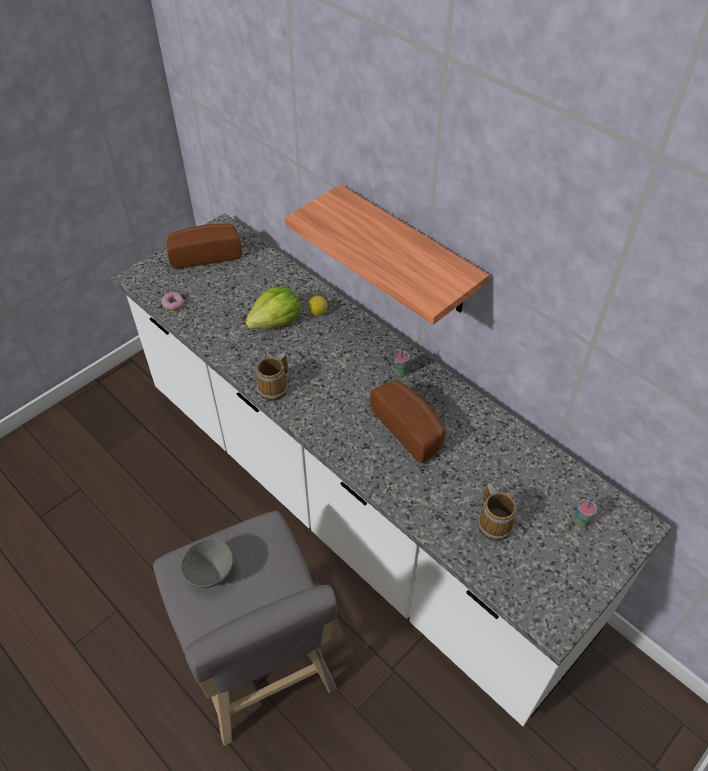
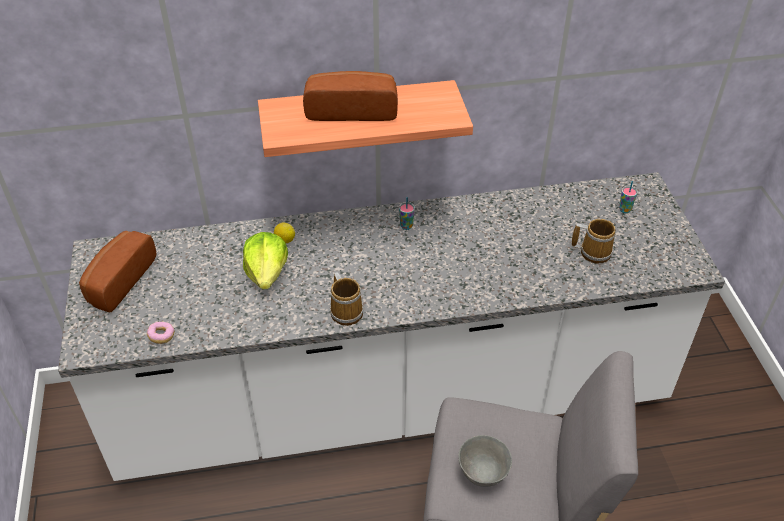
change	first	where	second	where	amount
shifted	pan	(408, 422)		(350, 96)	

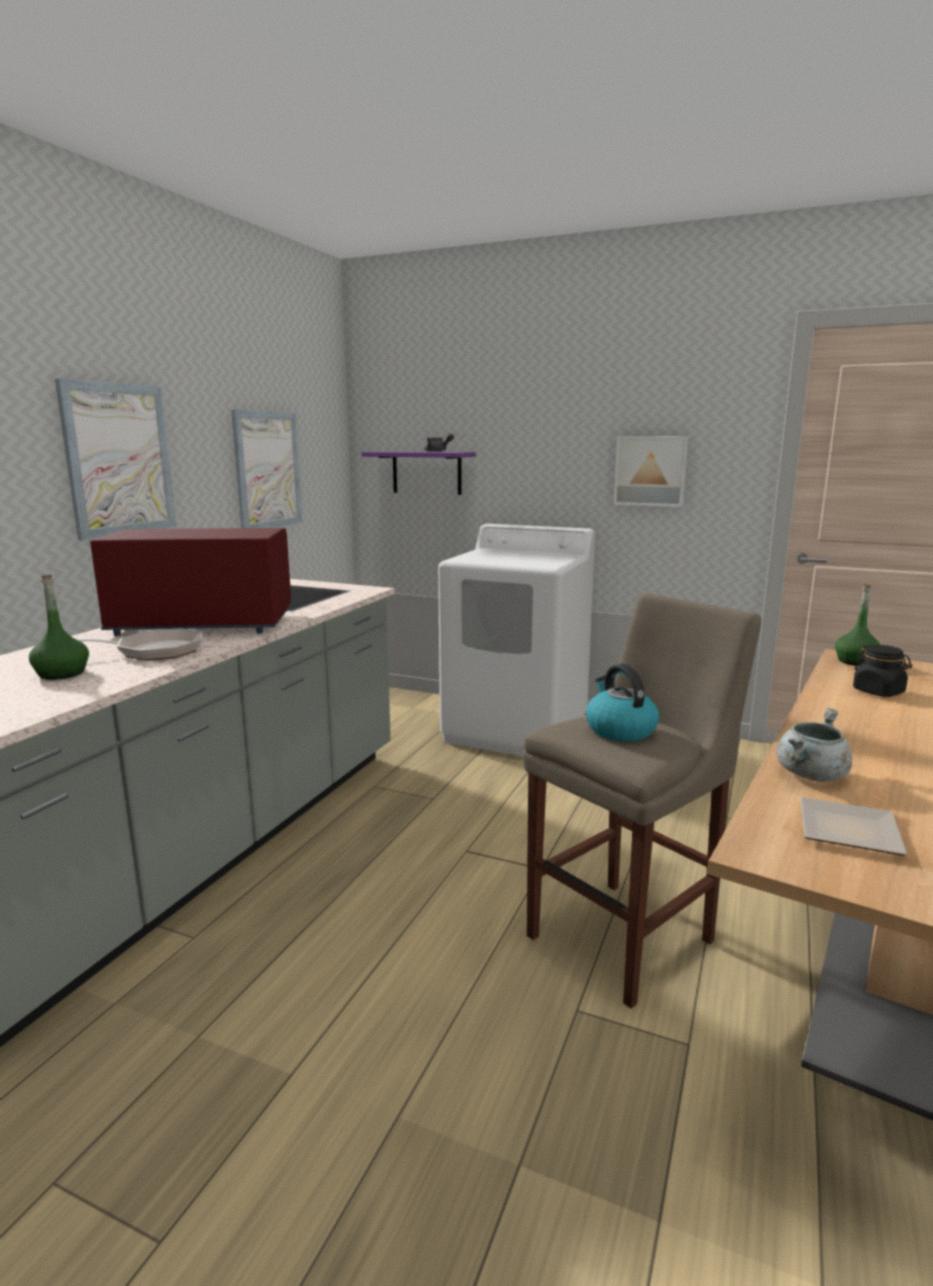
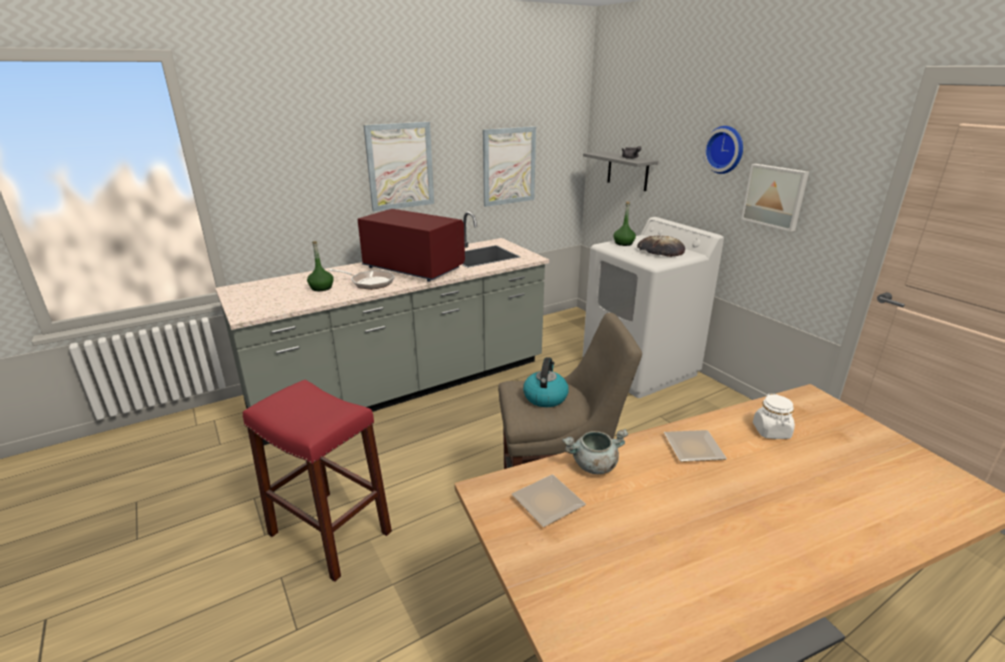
change	first	where	second	where	amount
new			taburete (rojo)	(317, 481)	
new			pan	(661, 246)	
new			plato	(695, 446)	
new			reloj de pared	(723, 150)	
shifted	botella (verde)	(858, 624)		(625, 224)	
repainted	estante (morado)	(418, 473)	estante (gris)	(620, 171)	
repainted	tarro (negro)	(882, 671)	tarro (blanco)	(774, 416)	

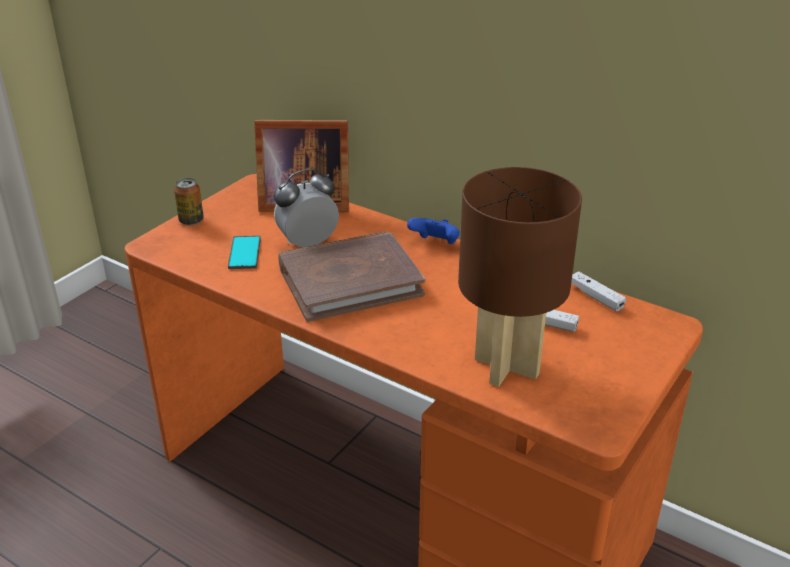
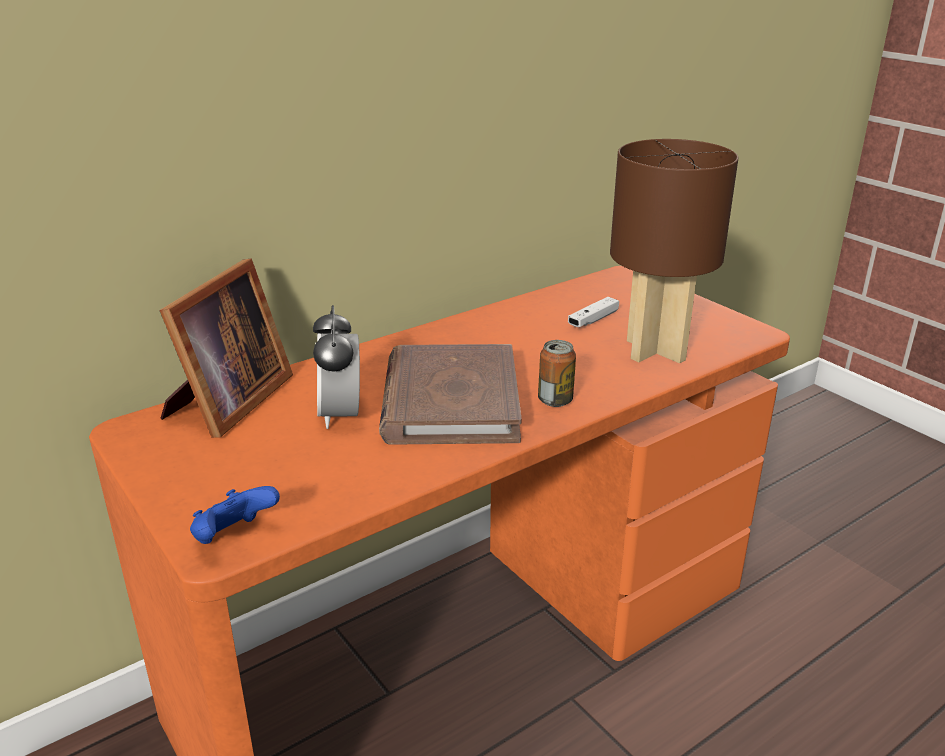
change	first	where	second	where	amount
gone	móvil	(244, 252)			
gone	mando de consola (blanco)	(598, 291)			
shifted	lata	(189, 201)		(557, 373)	
shifted	mando de consola (azul)	(433, 231)		(235, 515)	

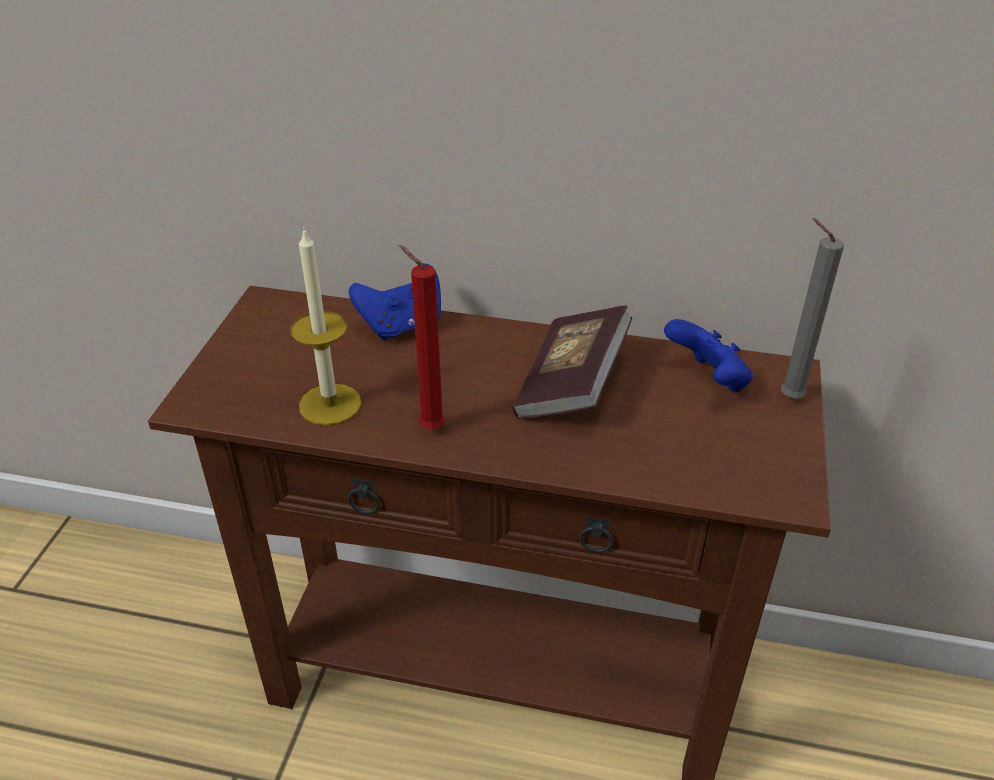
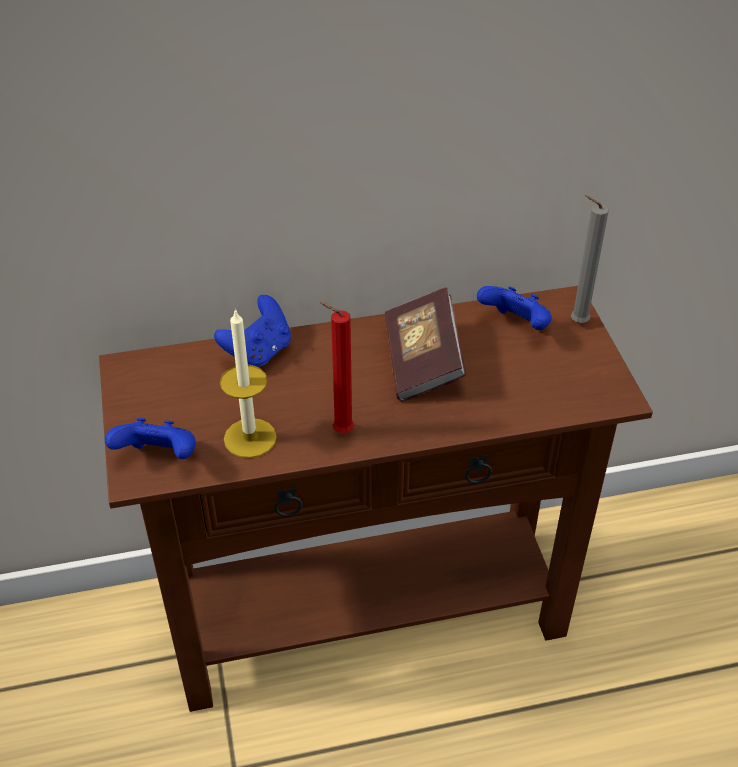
change	first	where	second	where	amount
new			mando de consola (azul)	(150, 438)	

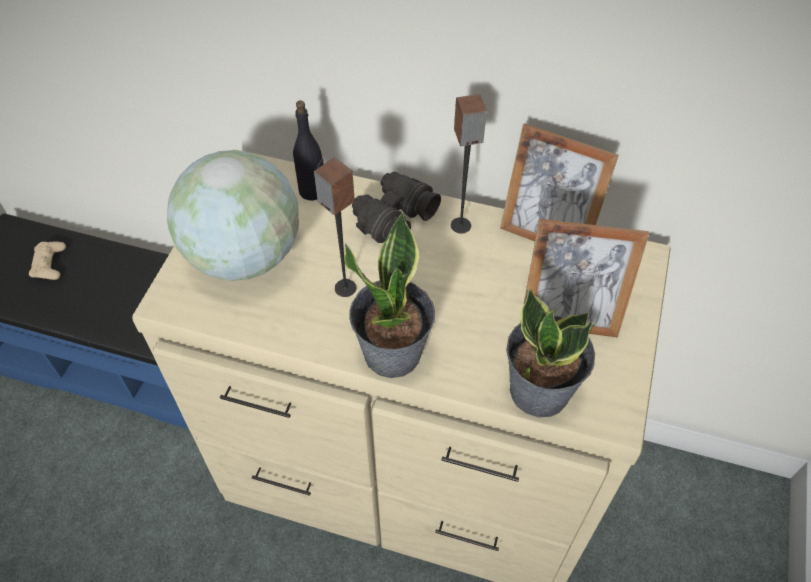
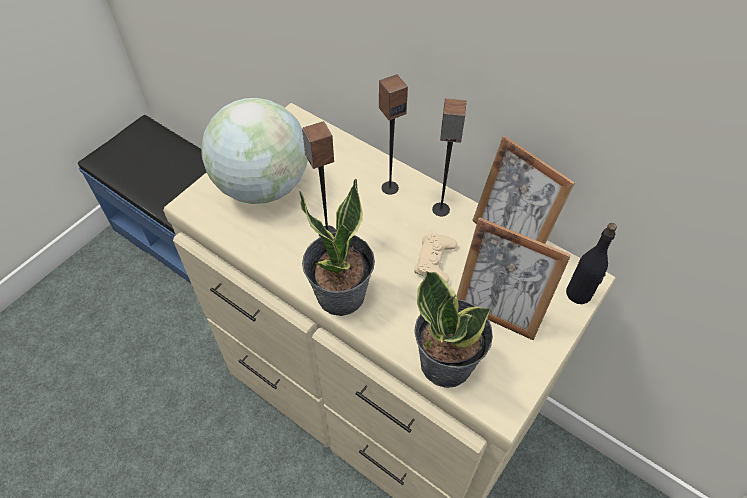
change	first	where	second	where	amount
shifted	mando de consola (beis)	(47, 260)		(435, 258)	
shifted	botella (negro)	(308, 150)		(591, 263)	
swapped	prismáticos (negro)	(396, 207)	altavoz	(393, 134)	

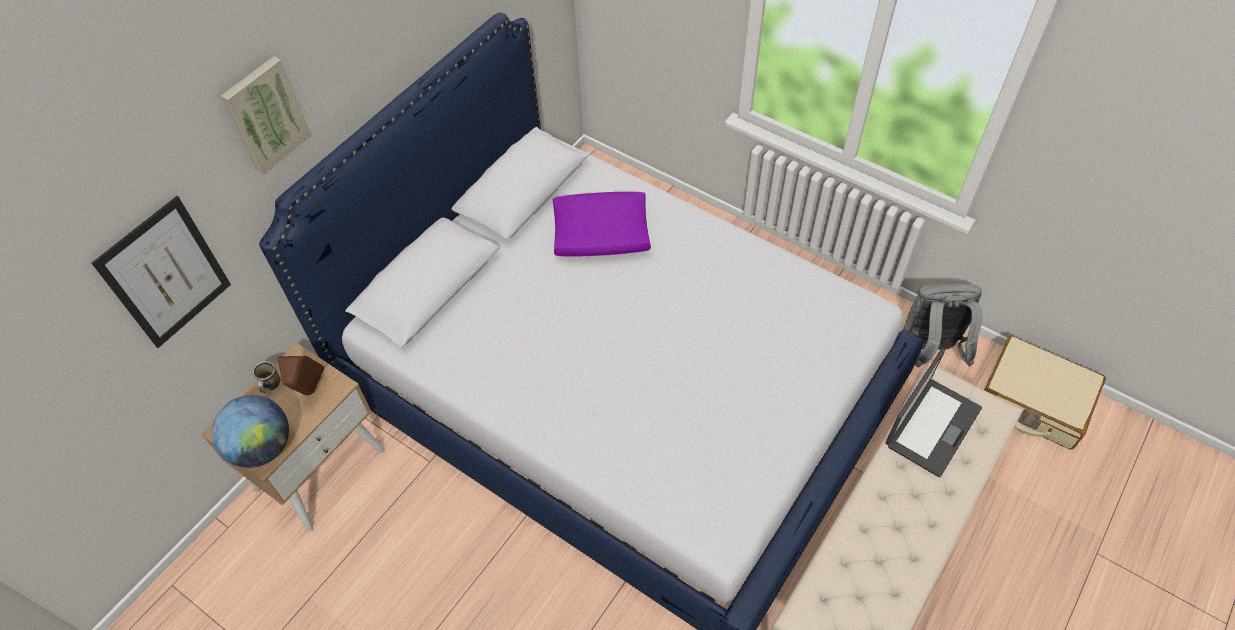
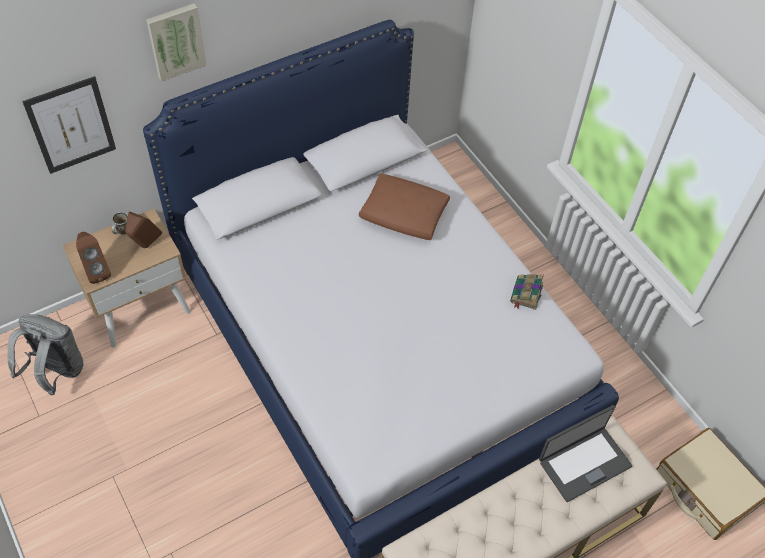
change	first	where	second	where	amount
new			libro	(527, 292)	
shifted	mochila (gris)	(942, 325)		(45, 354)	
swapped	globo terráqueo	(250, 431)	altavoz (marrón)	(93, 258)	
repainted	cojín (morado)	(602, 224)	cojín (marrón)	(404, 207)	

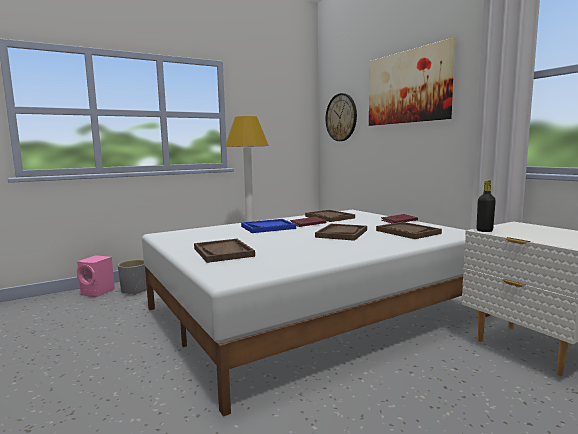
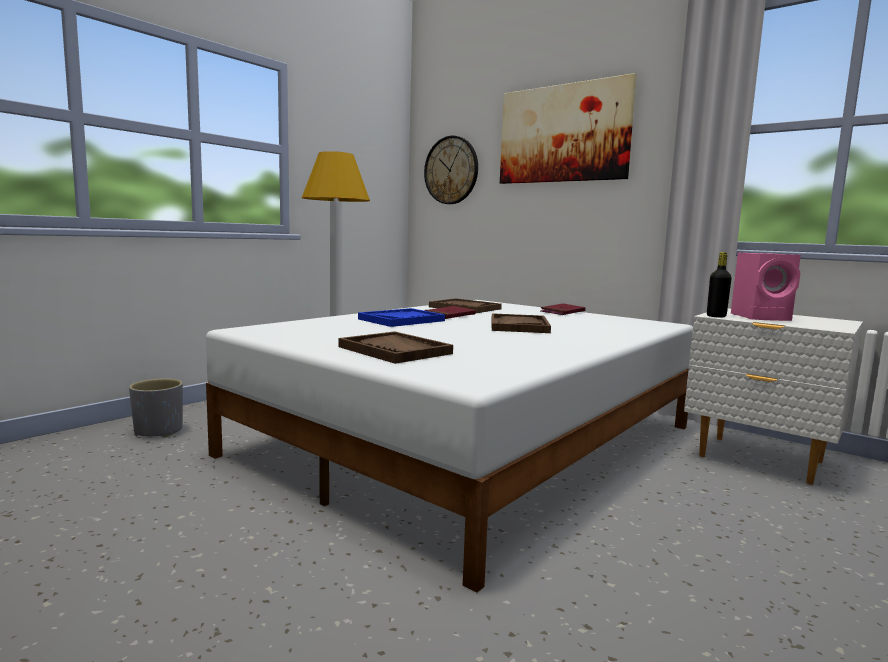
change	first	where	second	where	amount
gone	bandeja (marrón)	(409, 230)			
shifted	altavoz (rosa)	(96, 276)		(766, 287)	

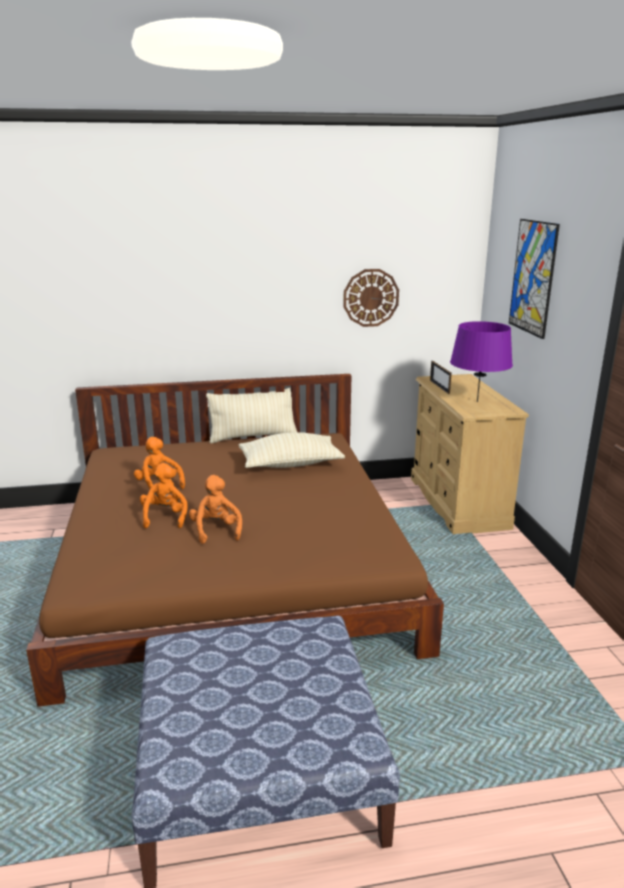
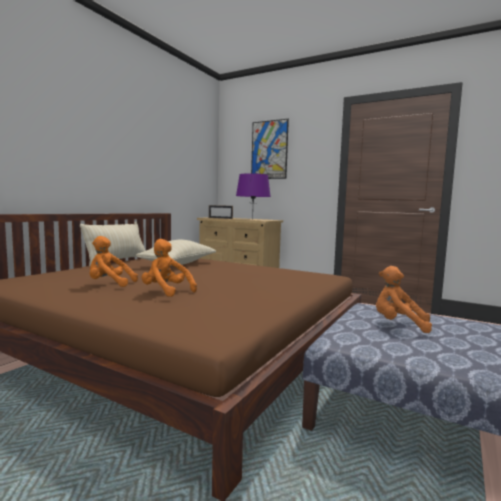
change	first	where	second	where	amount
gone	reloj de pared	(371, 298)			
shifted	peluche (naranja)	(215, 509)		(404, 299)	

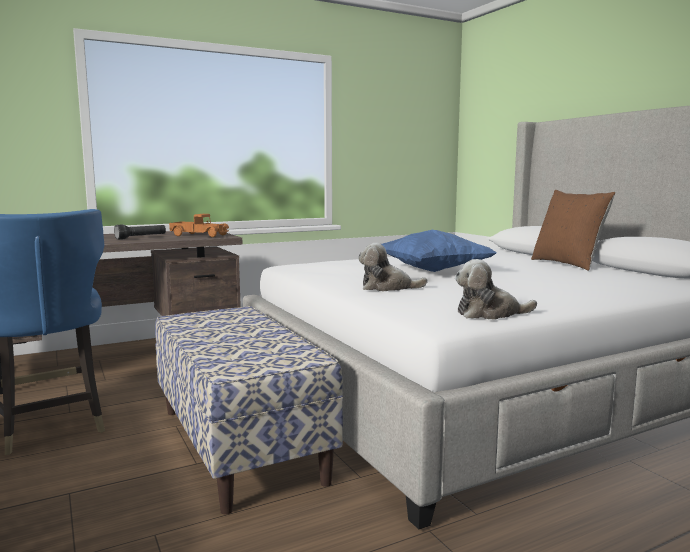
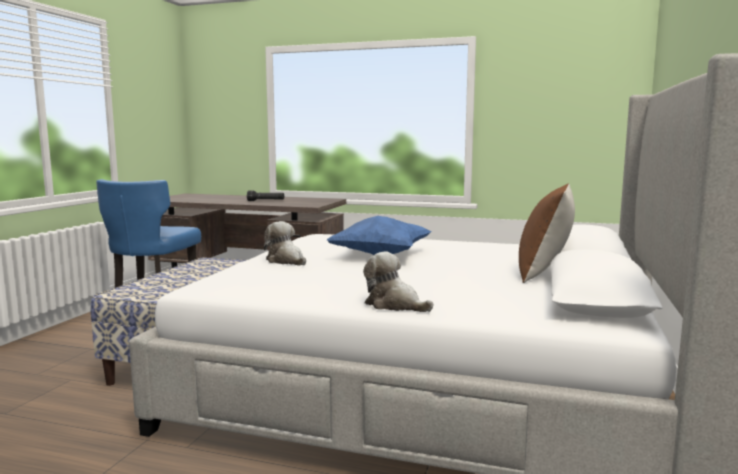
change	first	where	second	where	amount
gone	camión de juguete	(199, 225)			
shifted	peluche	(496, 289)		(398, 281)	

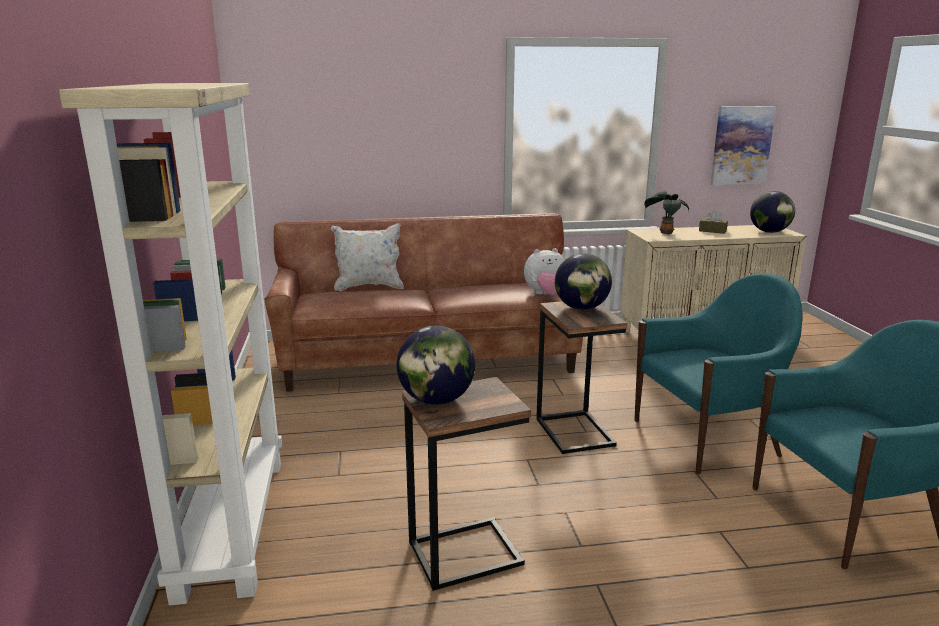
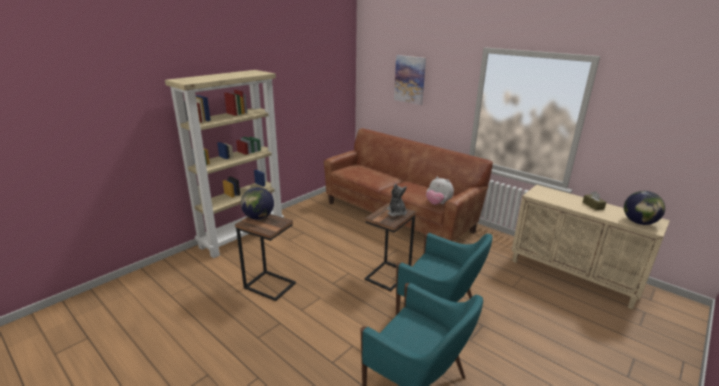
change	first	where	second	where	amount
gone	cojín (blanco)	(367, 257)			
gone	planta en maceta	(666, 213)			
shifted	cuadro	(743, 145)		(410, 80)	
swapped	globo terráqueo	(583, 281)	peluche	(397, 200)	

